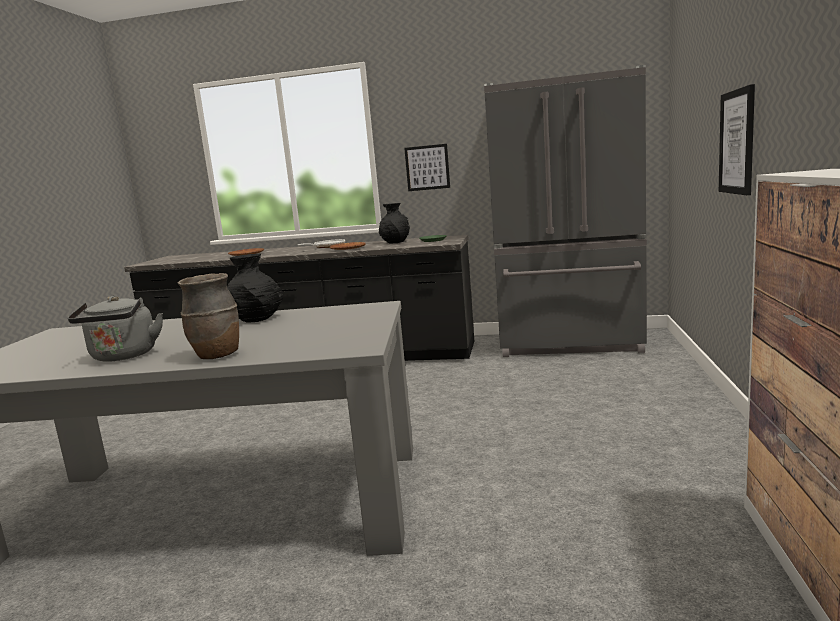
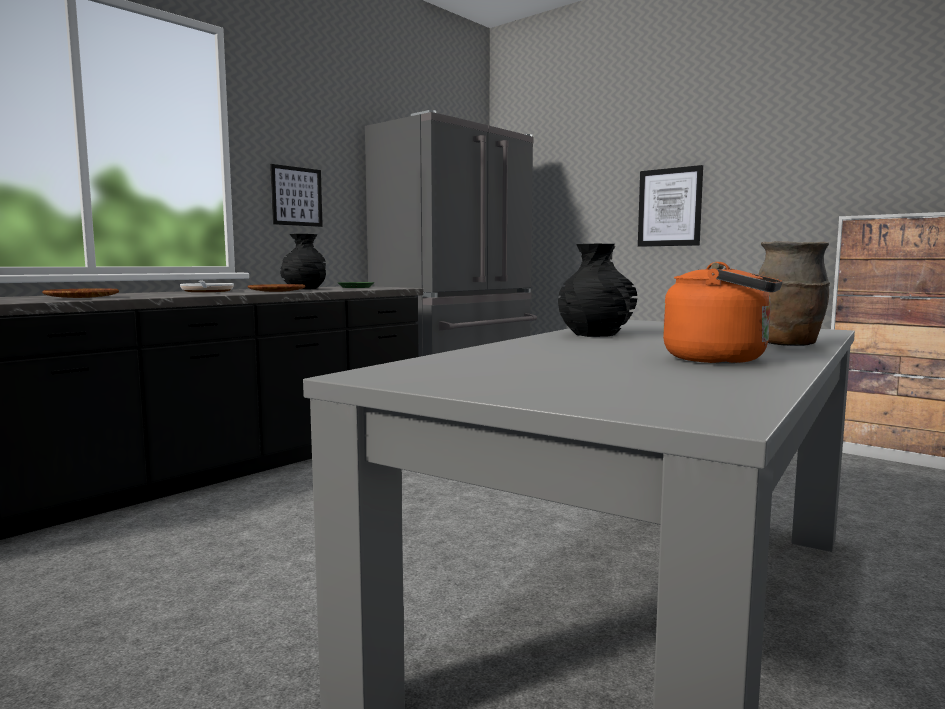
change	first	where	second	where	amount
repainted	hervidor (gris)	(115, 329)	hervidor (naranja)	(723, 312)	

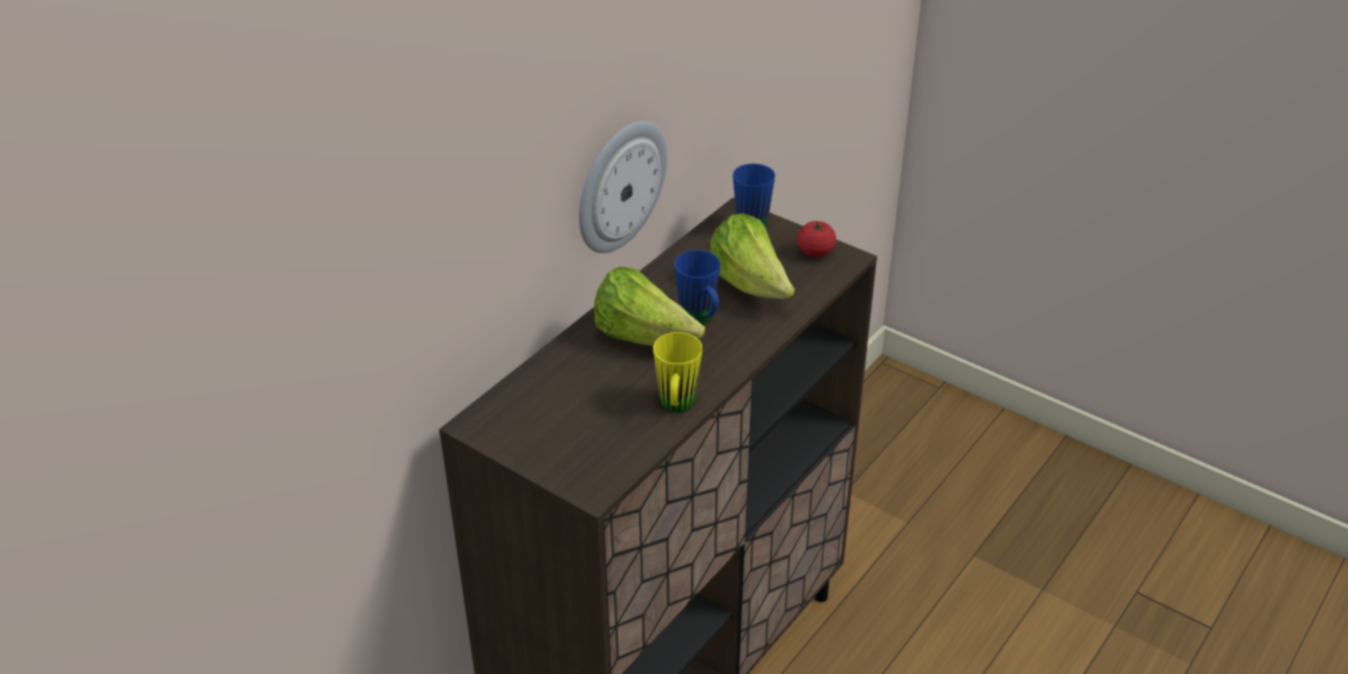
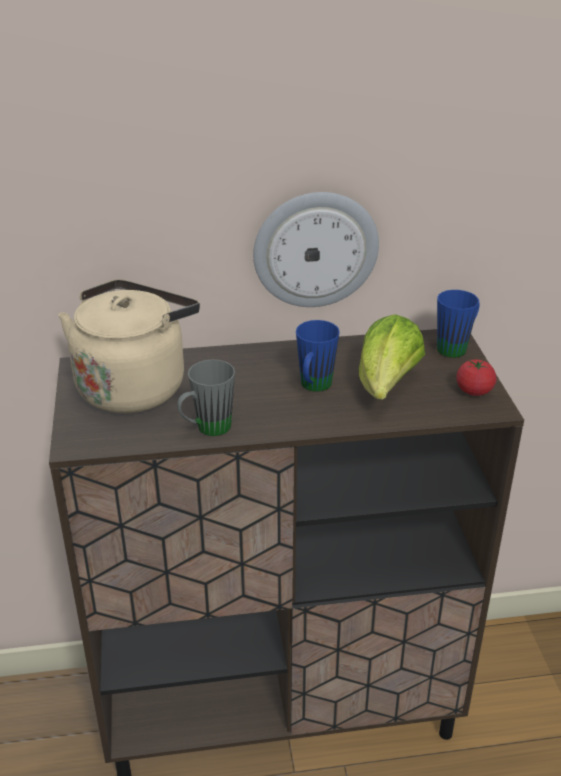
change	first	where	second	where	amount
gone	lechuga	(649, 306)			
new			hervidor (beis)	(129, 346)	
repainted	taza grande (amarillo)	(678, 372)	taza grande (gris)	(206, 397)	

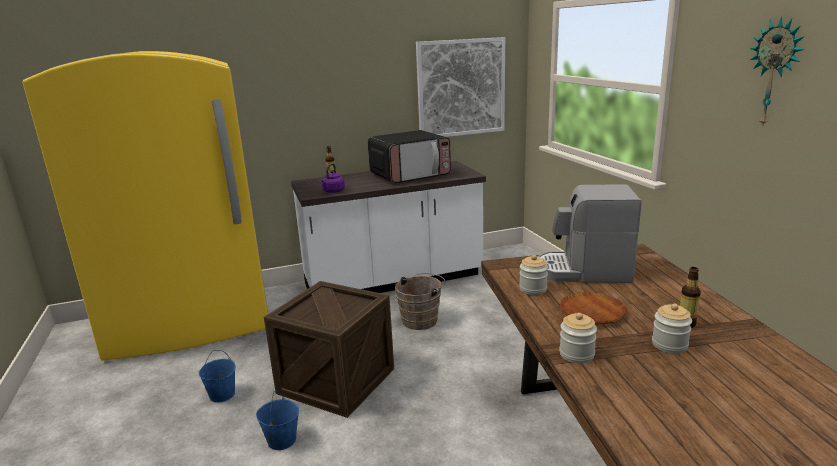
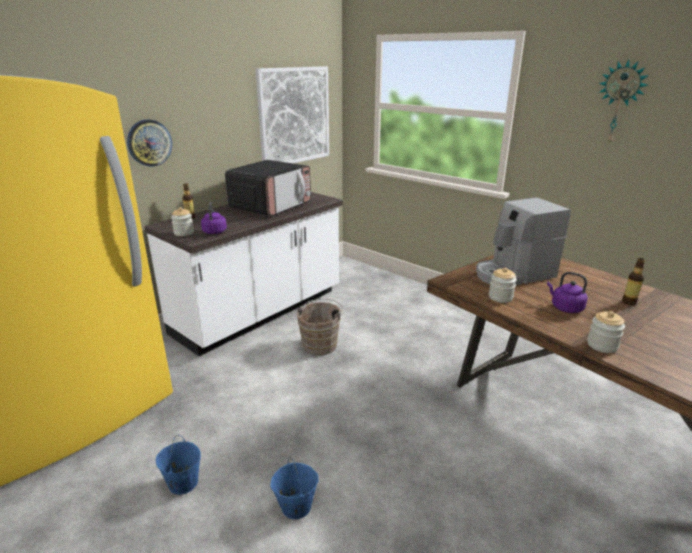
change	first	where	second	where	amount
gone	caja de embalaje	(329, 349)			
new			reloj de pared	(149, 143)	
shifted	tarro	(672, 329)		(182, 221)	
swapped	plato (marrón)	(593, 308)	hervidor (morado)	(567, 292)	

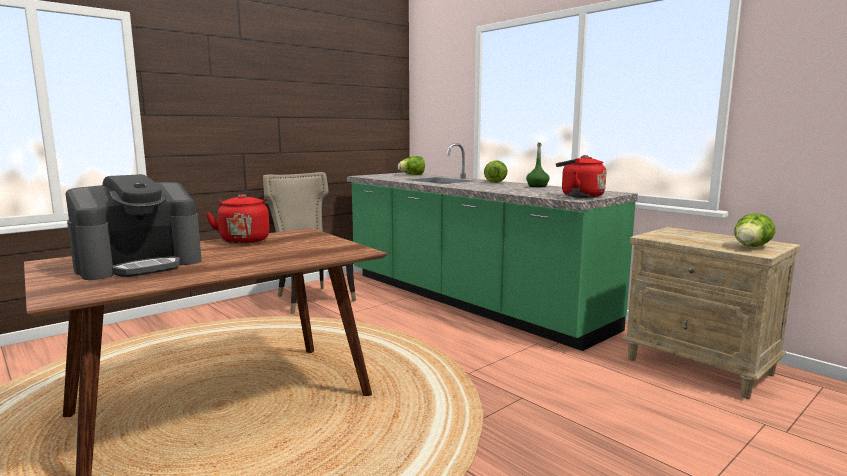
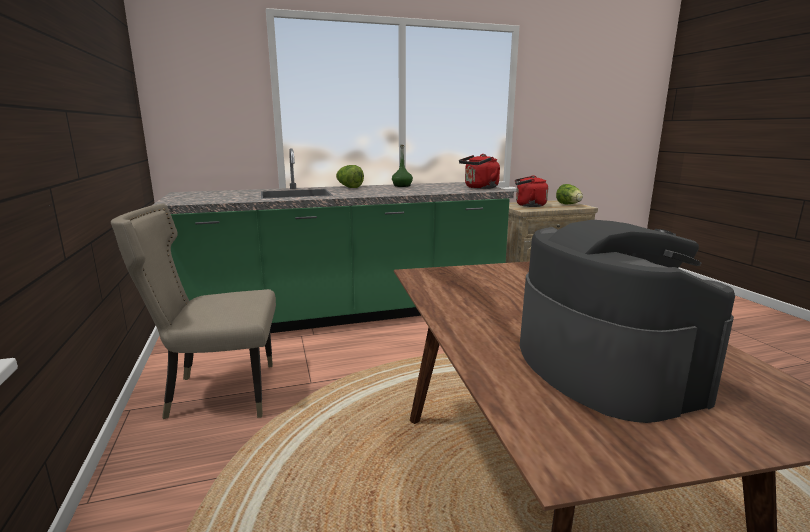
change	first	where	second	where	amount
gone	lechuga	(411, 165)			
shifted	hervidor (rojo)	(238, 219)		(531, 191)	

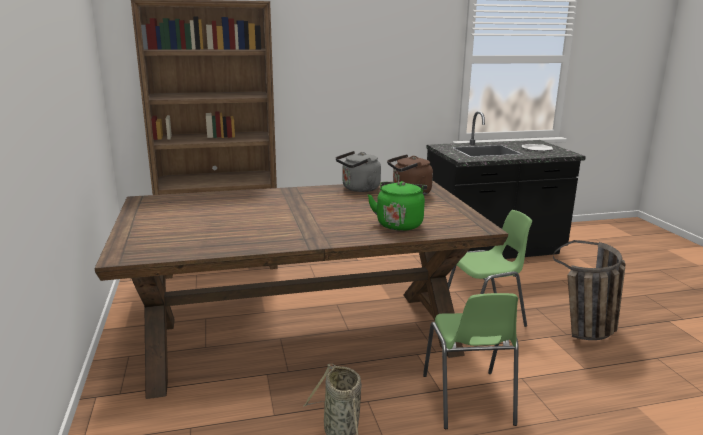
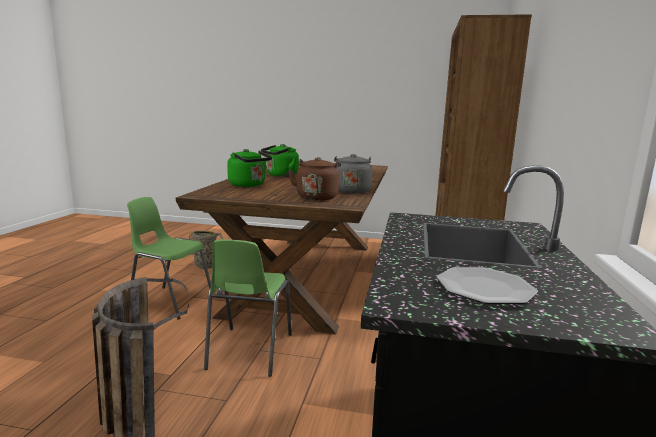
change	first	where	second	where	amount
new			hervidor (verde)	(280, 160)	

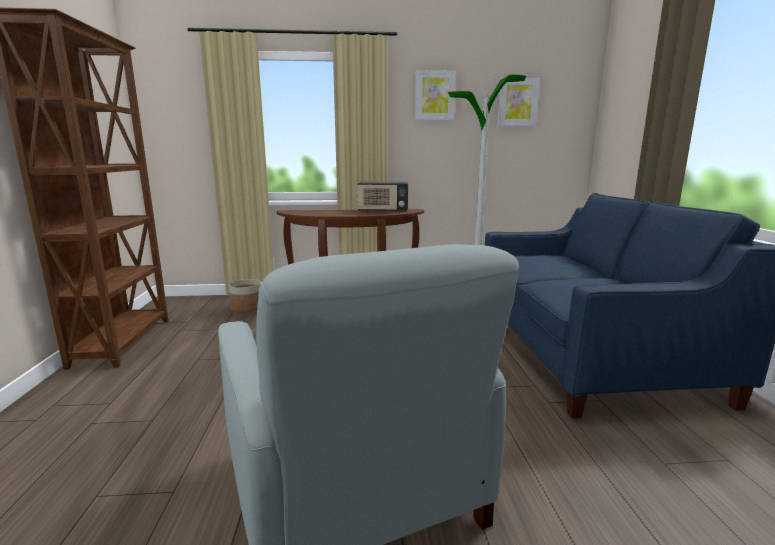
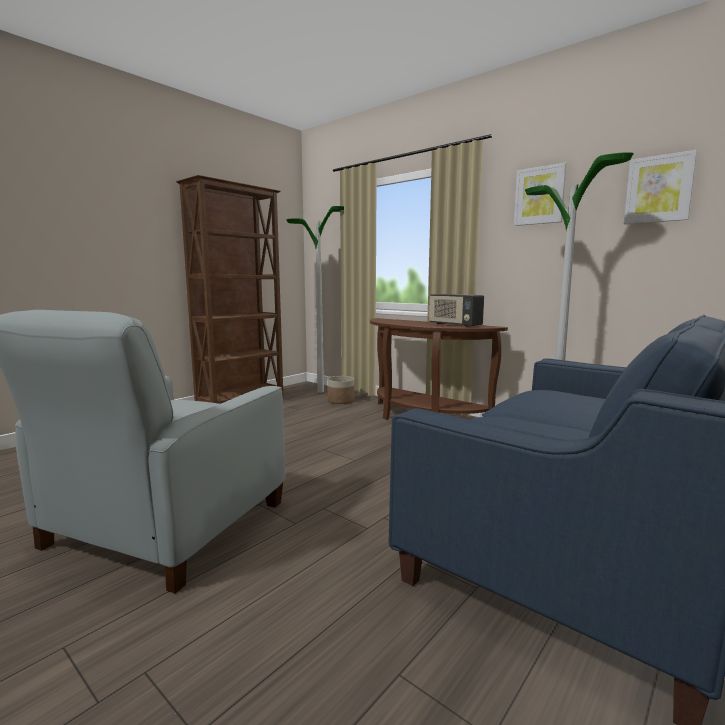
change	first	where	second	where	amount
new			lámpara de pie	(315, 299)	

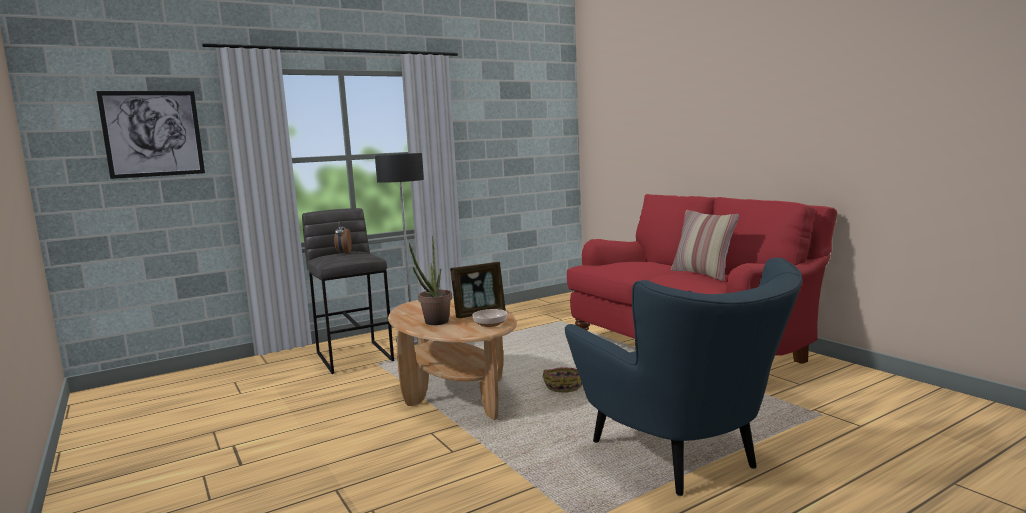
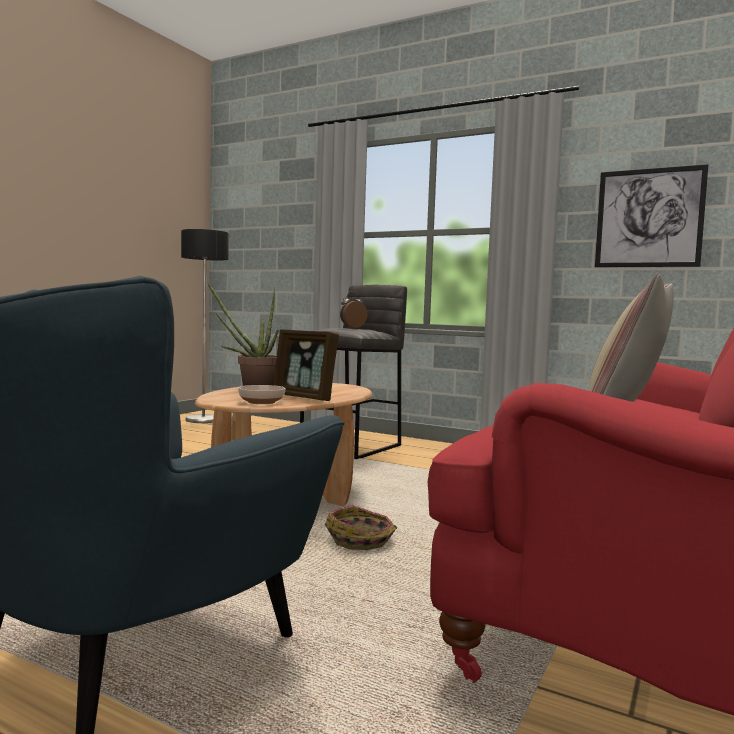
change	first	where	second	where	amount
shifted	cuadro	(150, 135)		(651, 215)	
shifted	lámpara de pie	(402, 249)		(205, 326)	

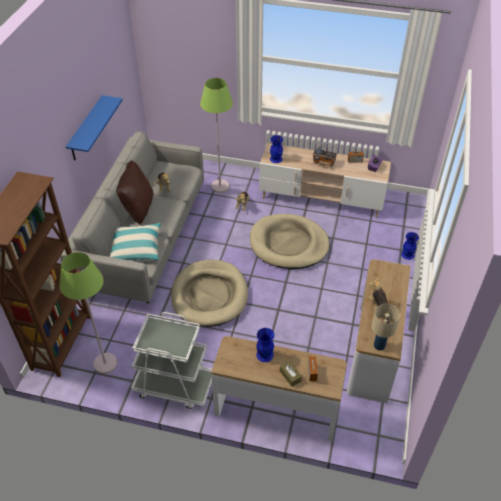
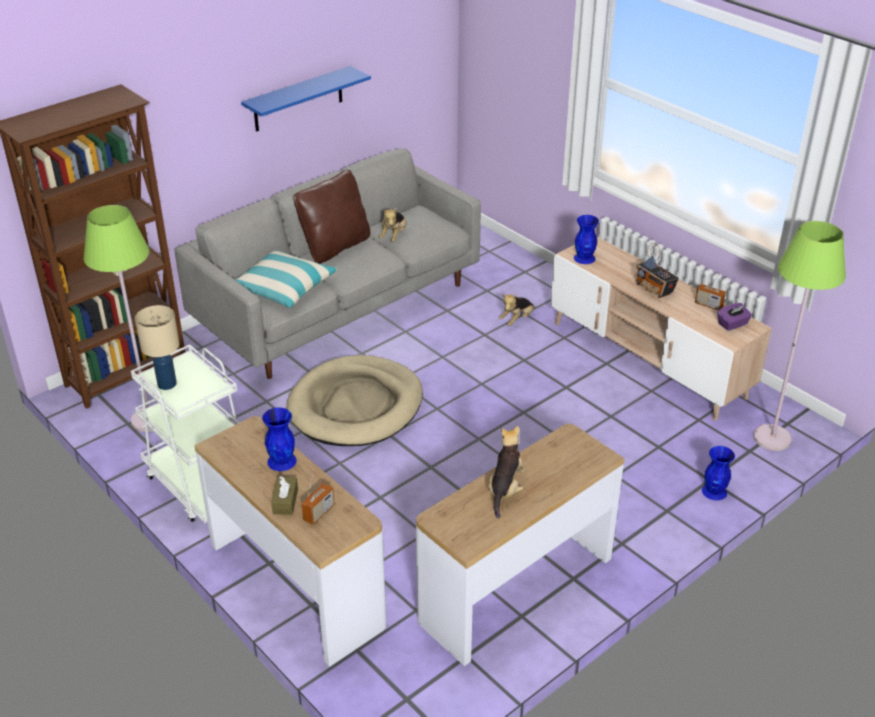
change	first	where	second	where	amount
gone	cama para perro (beis)	(290, 241)			
shifted	lámpara de pie (verde)	(216, 135)		(799, 336)	
shifted	lámpara de mesa (beis)	(386, 327)		(157, 347)	

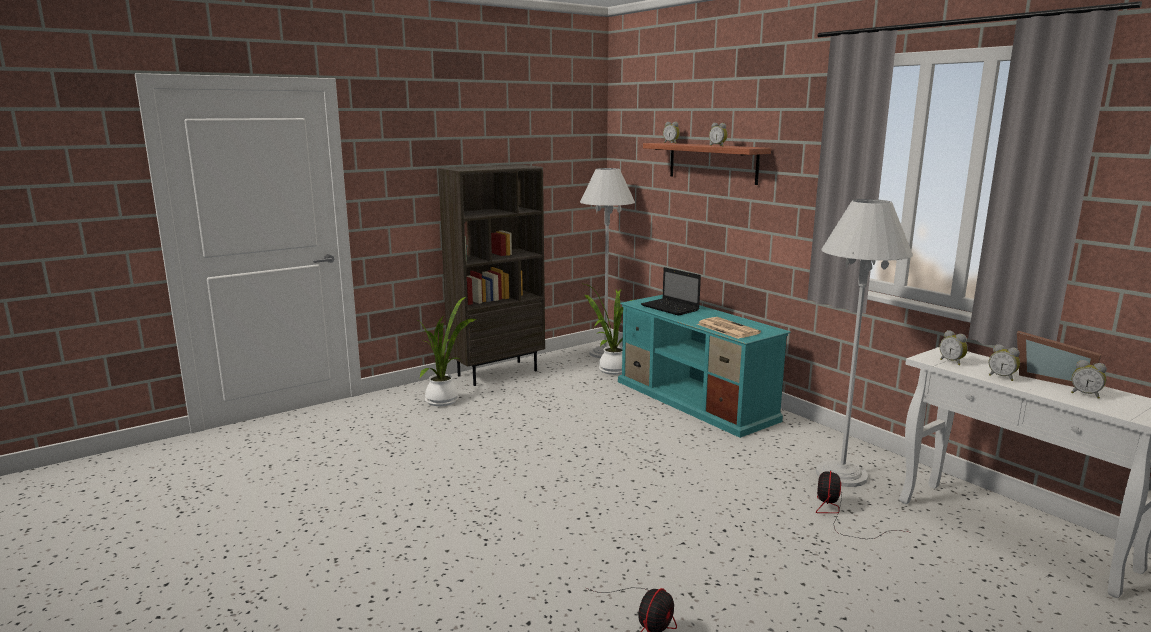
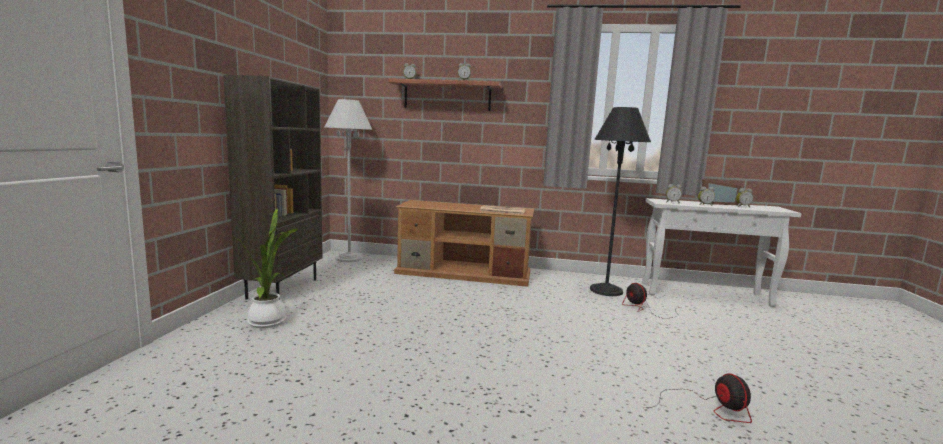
change	first	where	second	where	amount
gone	planta en maceta	(610, 329)			
gone	portátil	(671, 291)			
repainted	mueble de televisión (turquesa)	(704, 366)	mueble de televisión (marrón)	(464, 243)	
repainted	lámpara de pie (blanco)	(864, 343)	lámpara de pie (negro)	(620, 201)	

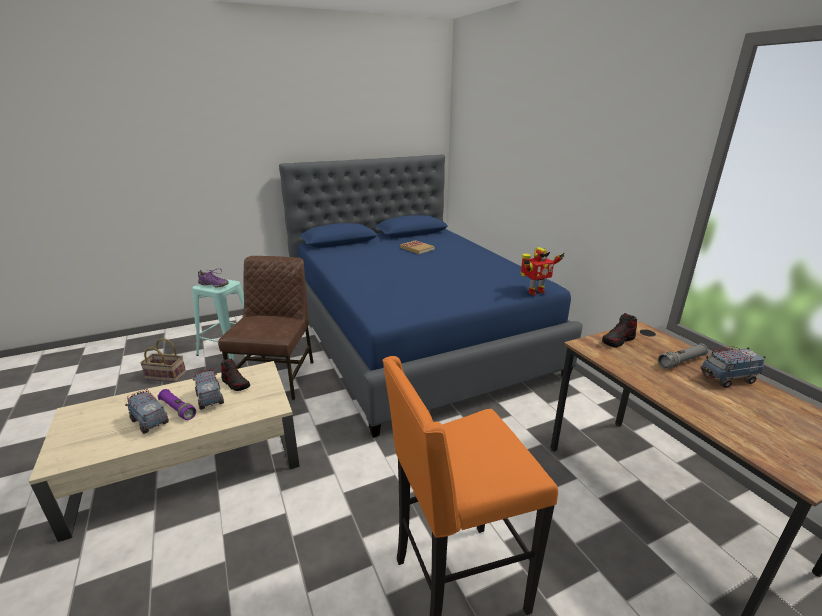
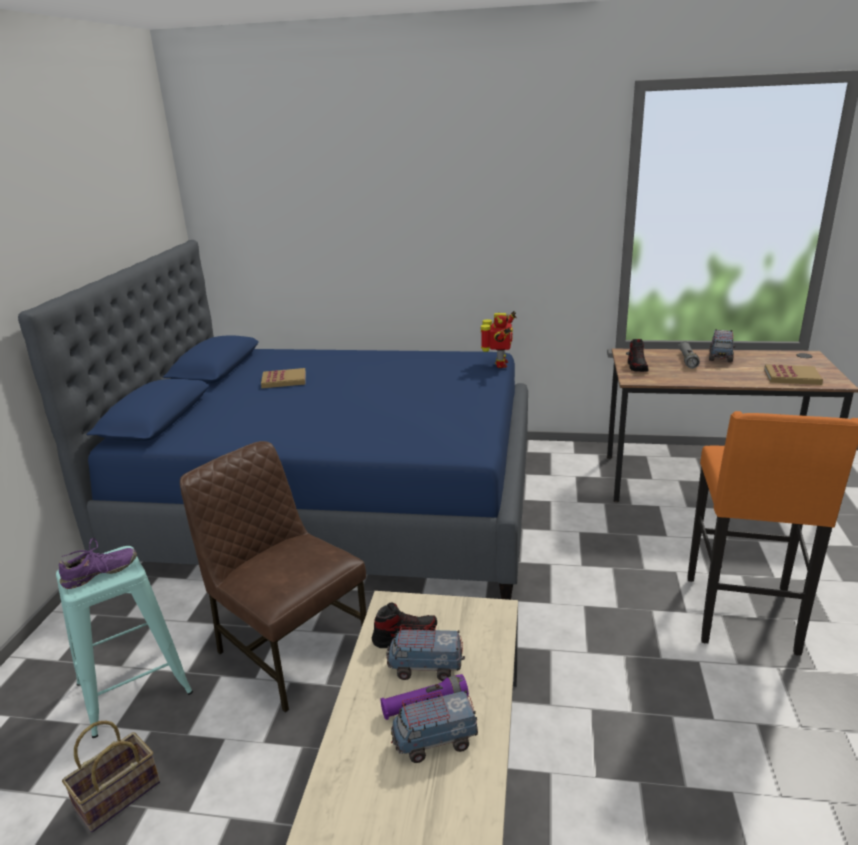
change	first	where	second	where	amount
new			libro	(793, 374)	

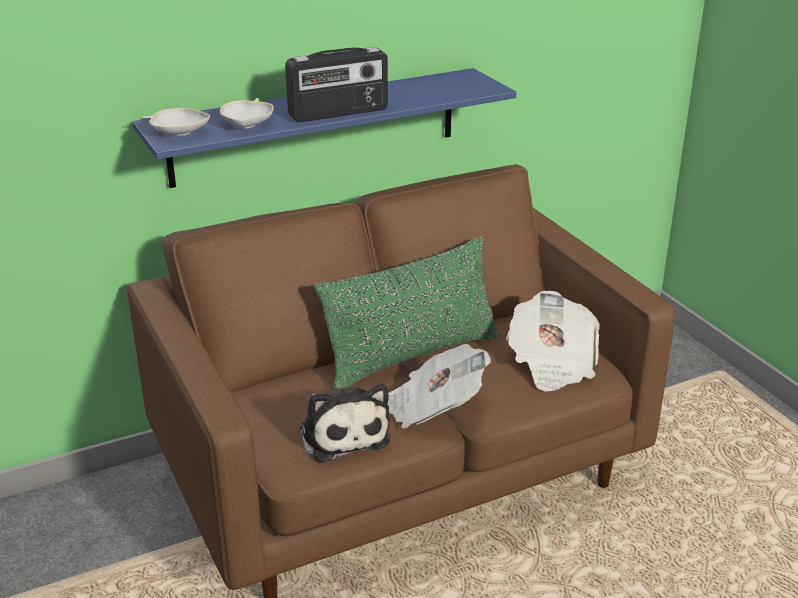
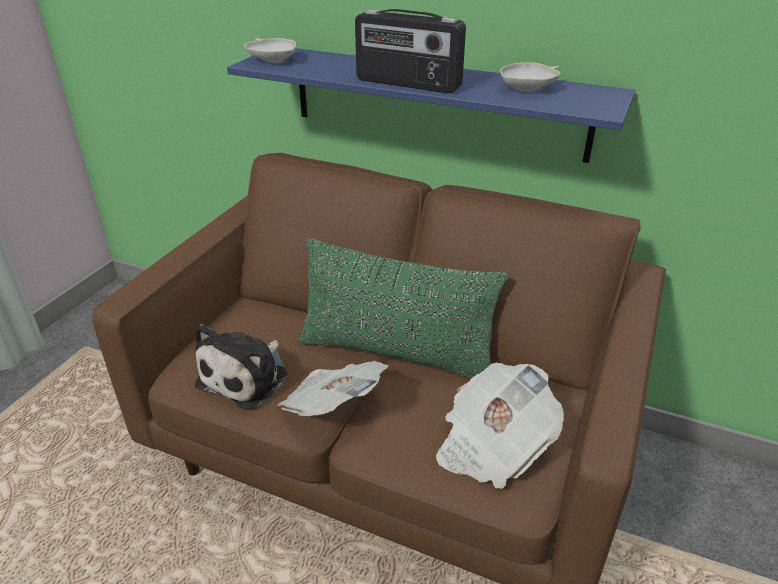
change	first	where	second	where	amount
shifted	cuenco (blanco)	(247, 113)		(530, 76)	

